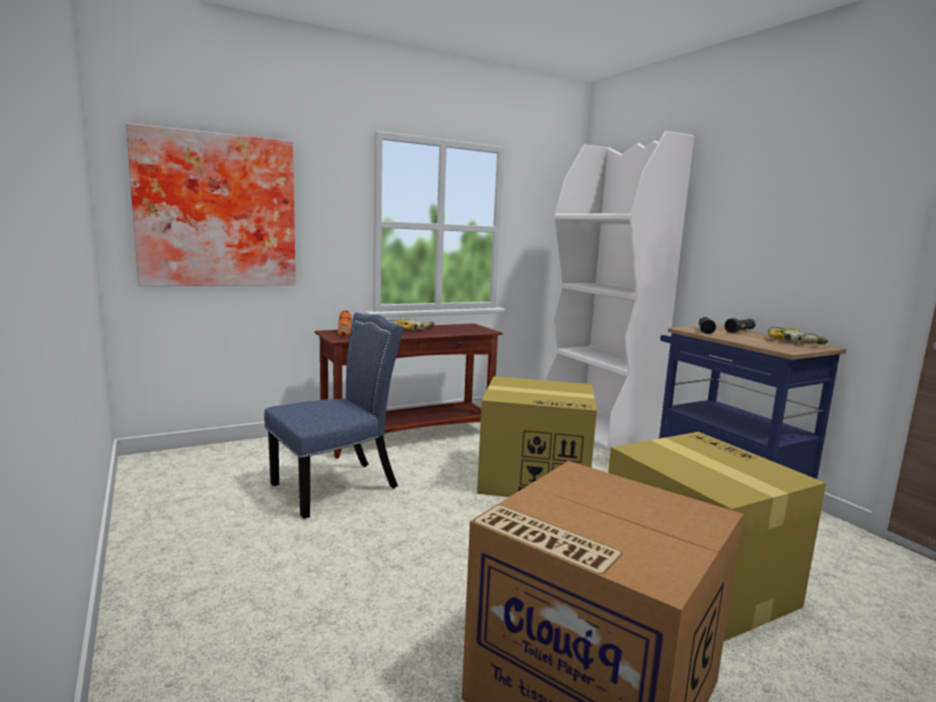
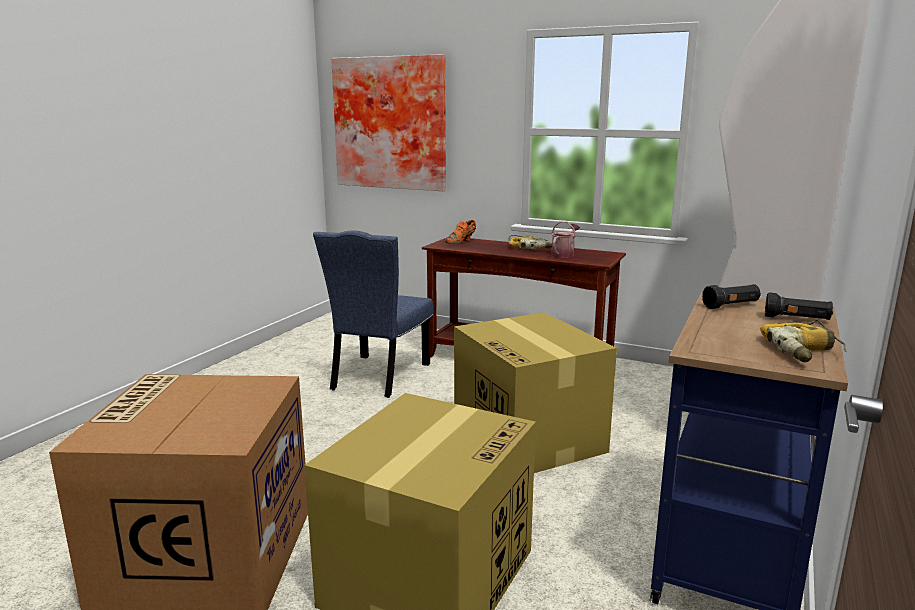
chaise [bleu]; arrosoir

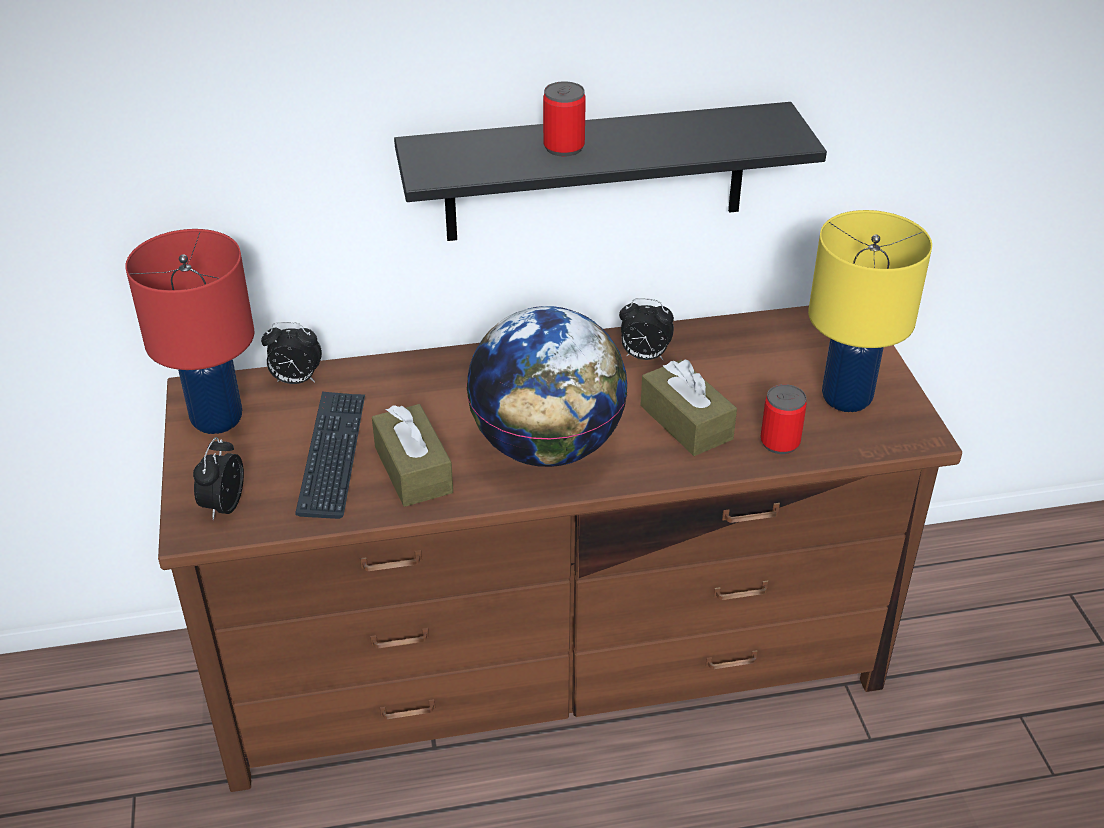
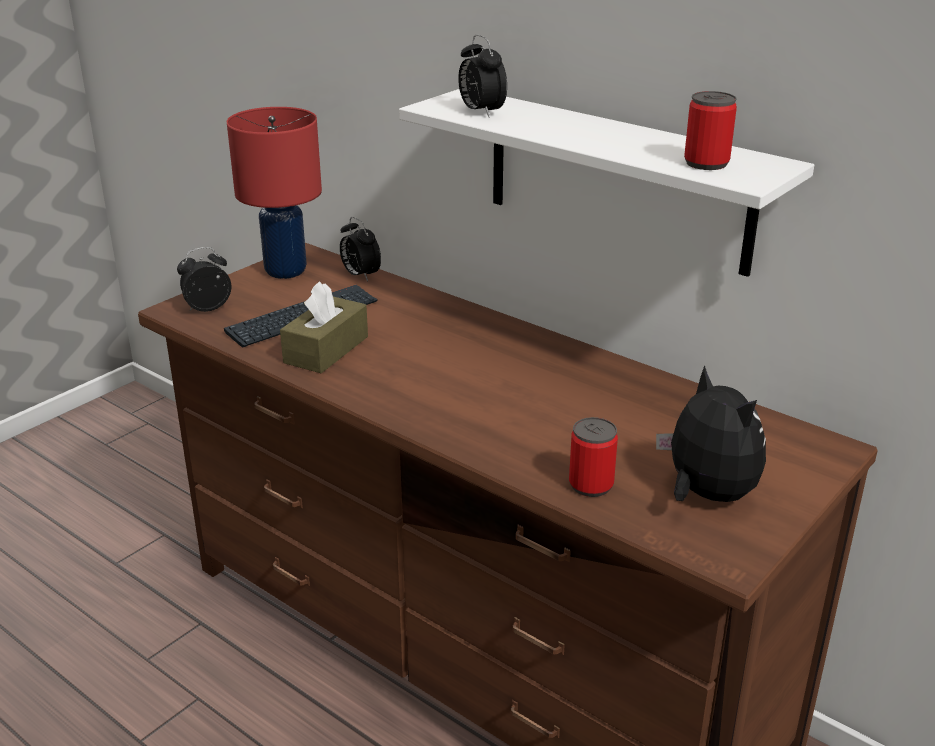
étagère [blanc]; réveil (no. 3 from left); peluche; boîte métallique (no. 2 from left); globe; boîte à mouchoirs [marron] (no. 2 from left in the first image)

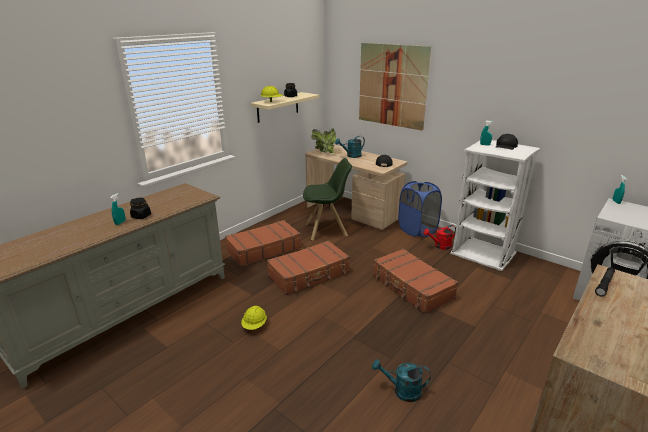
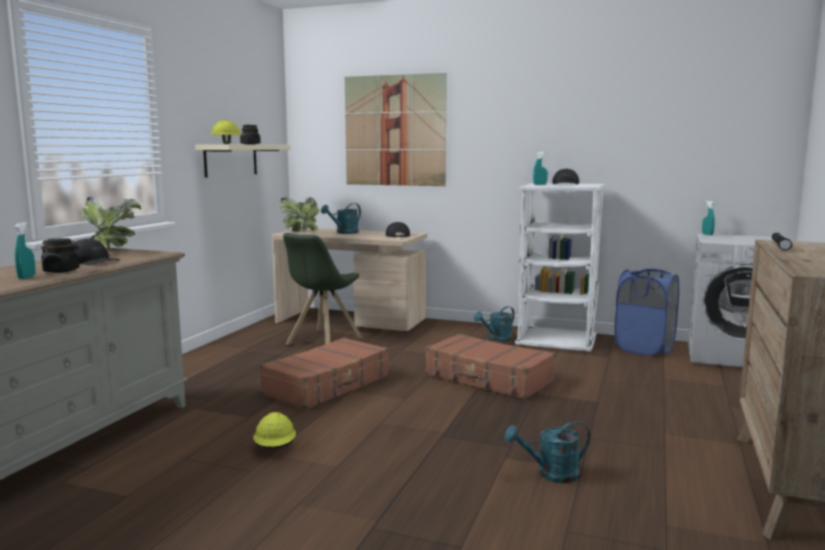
casquette [noir] (no. 1 from left); plante en pot (no. 1 from left); chaise [vert]; arrosoir [turquoise] (no. 2 from left); panier à linge [bleu]; valise [marron] (no. 1 from left in the first image)

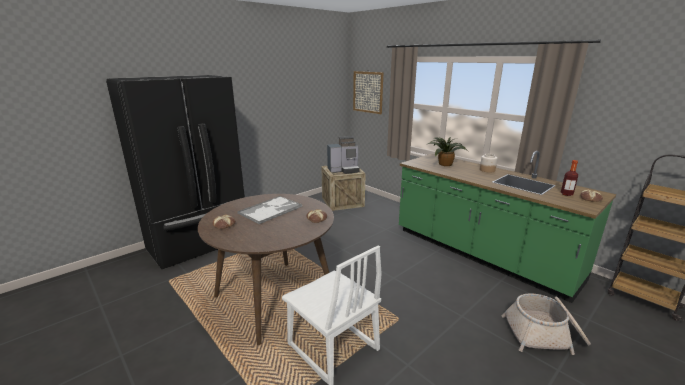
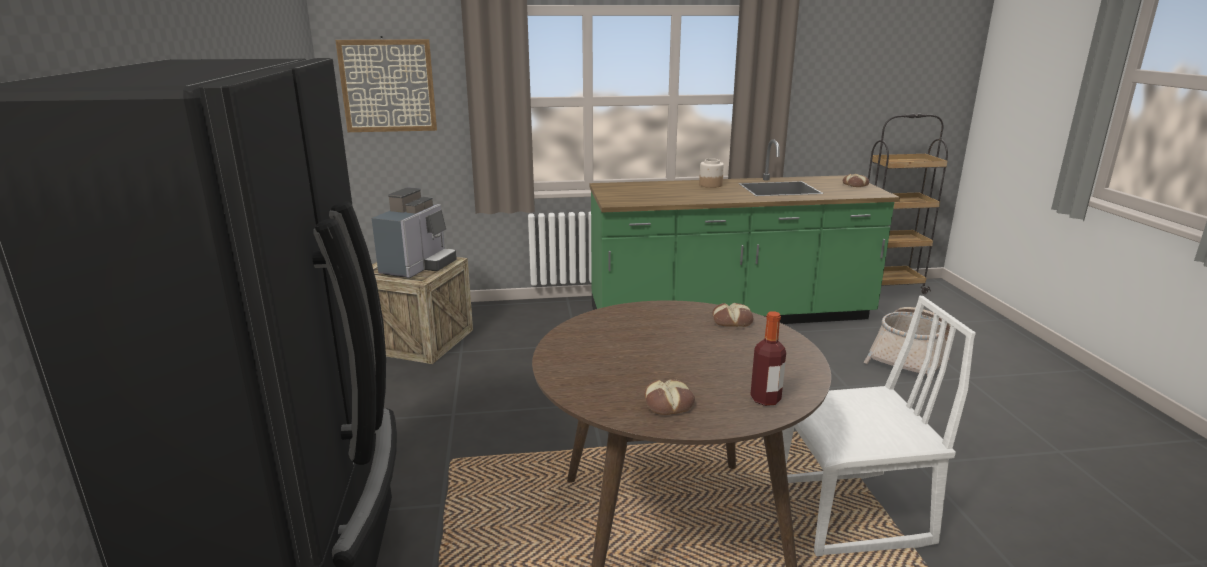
bouteille; plateau; plante en pot

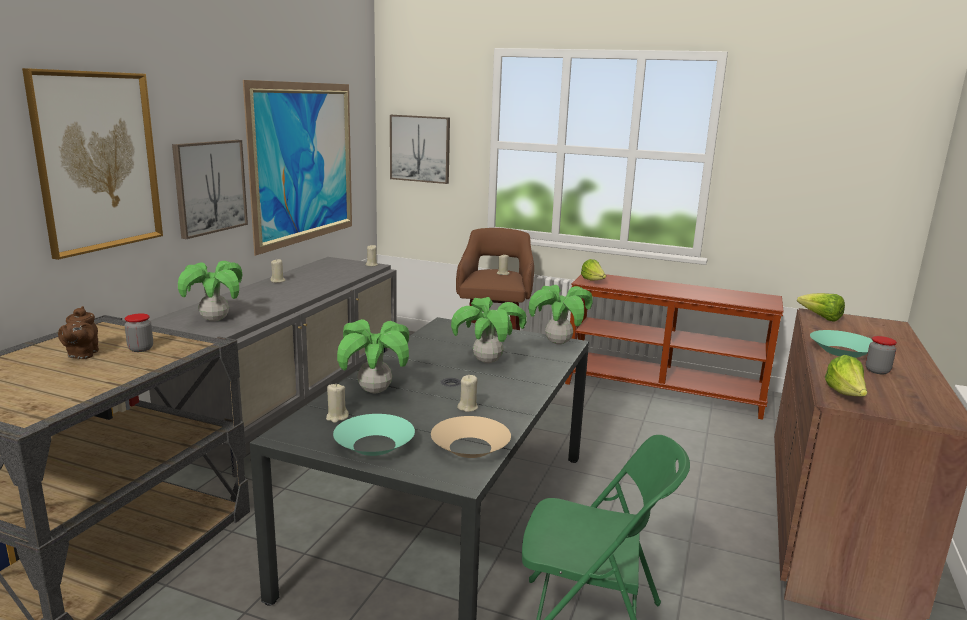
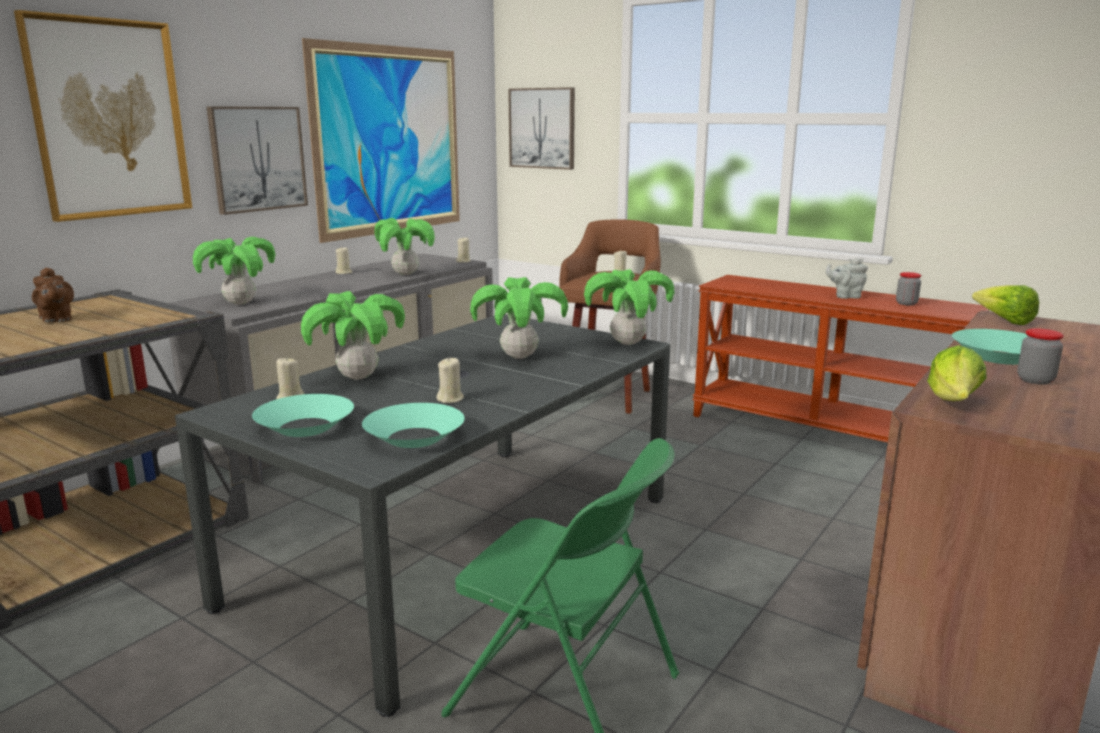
théière [marron]; bol [turquoise] (no. 2 from left); plante en pot (no. 3 from left); théière [gris]; bocal (no. 1 from left); laitue (no. 1 from left in the first image)

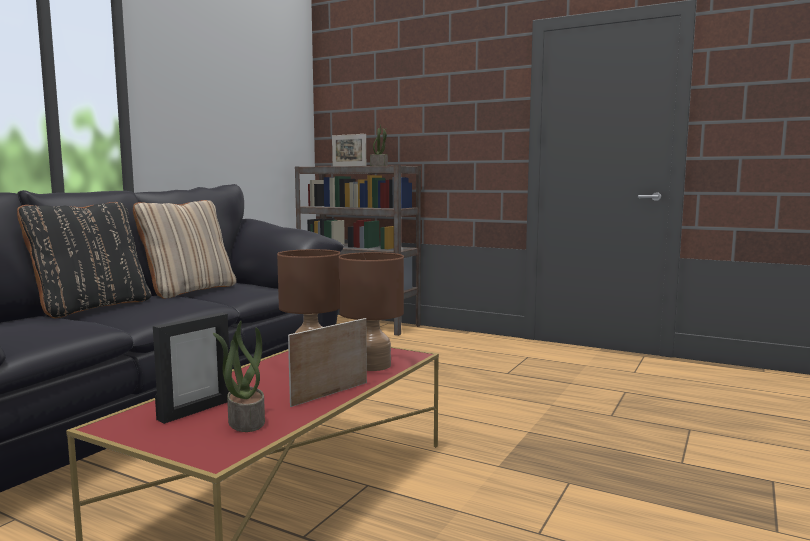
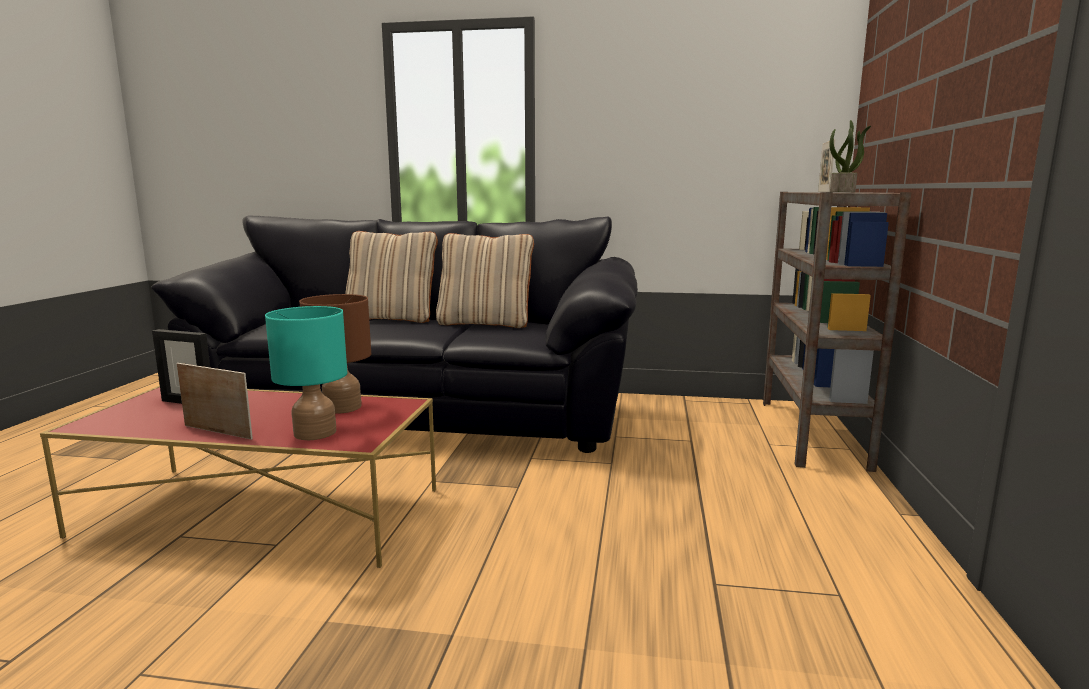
lampe de table [turquoise]; coussin [beige] (no. 1 from left); plante en pot (no. 1 from left in the first image)

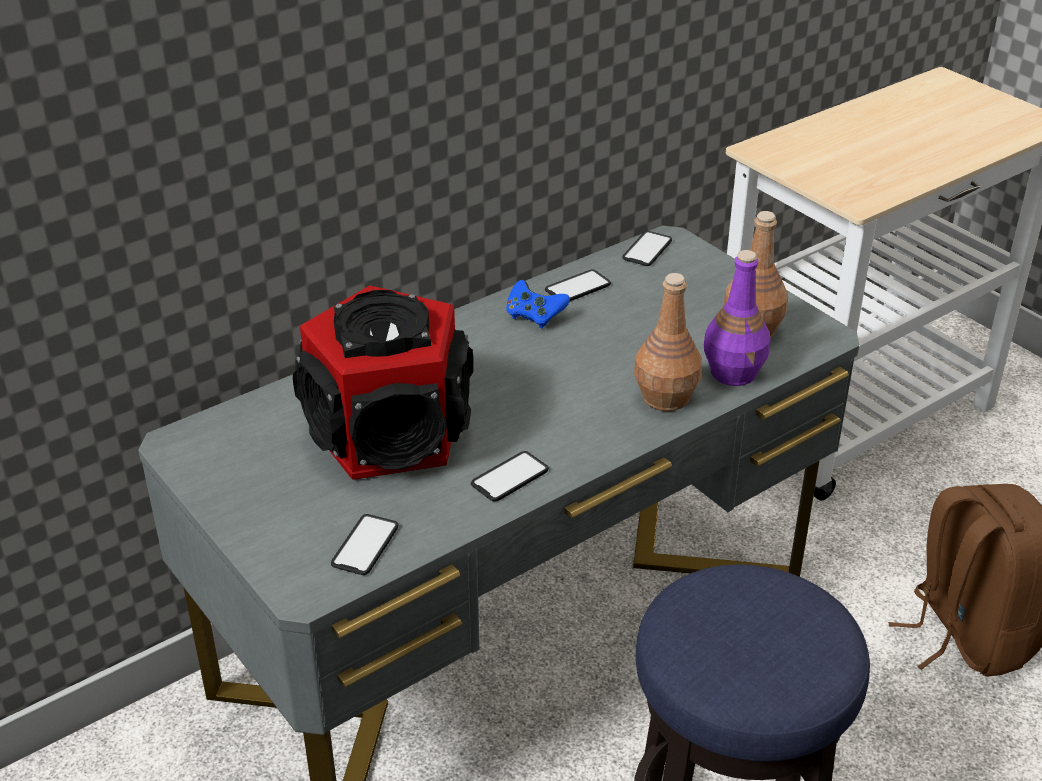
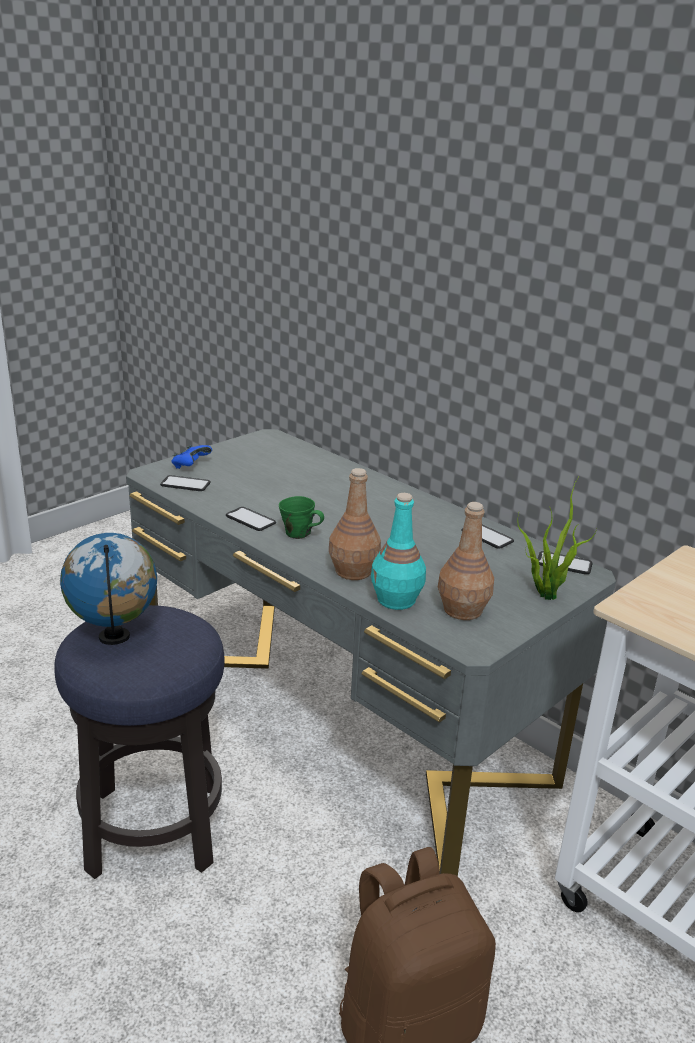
globe; manette [bleu]; mug [vert]; bouteille [turquoise]; plante en pot; enceinte

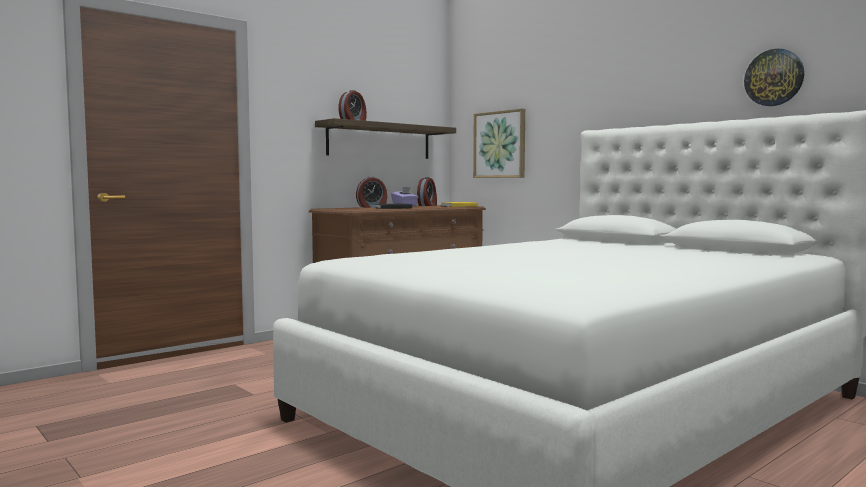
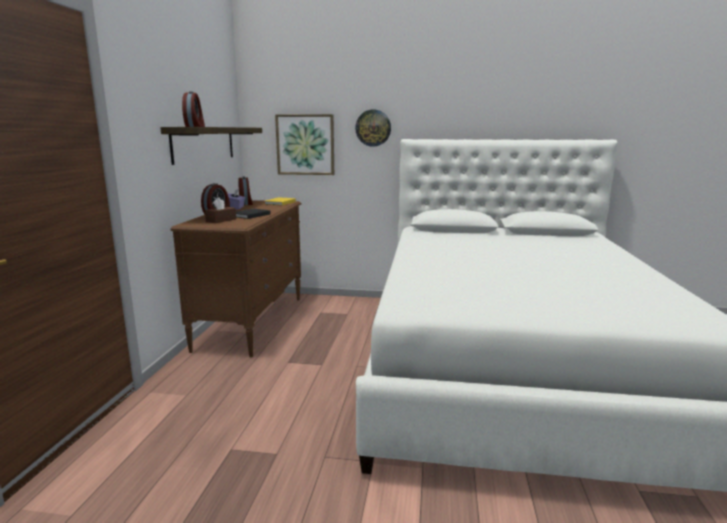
boîte à mouchoirs [marron]; horloge murale

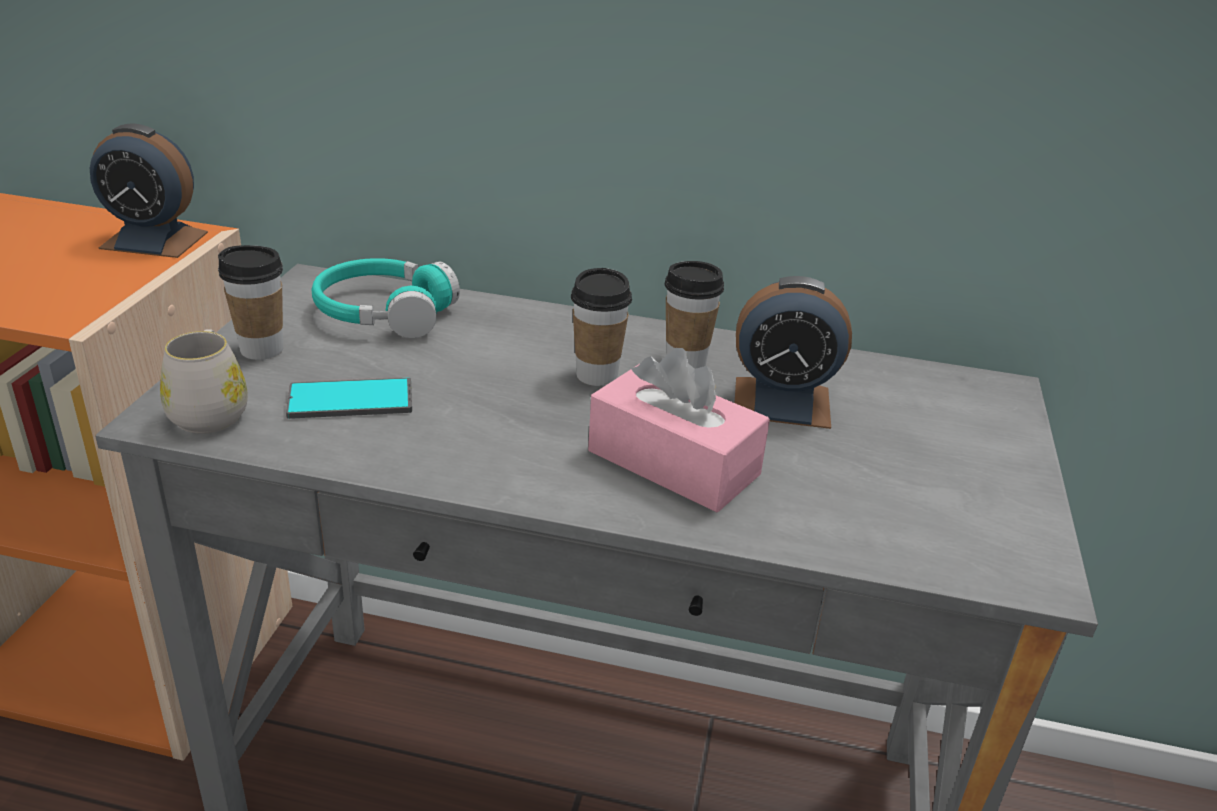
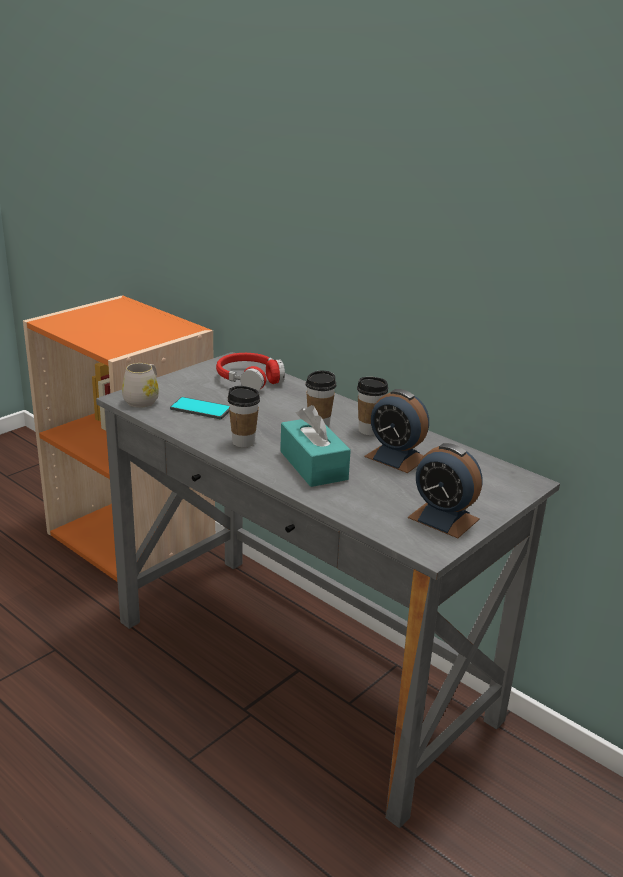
casque audio [rouge]; tasse (no. 1 from left); boîte à mouchoirs [turquoise]; réveil (no. 2 from left)

